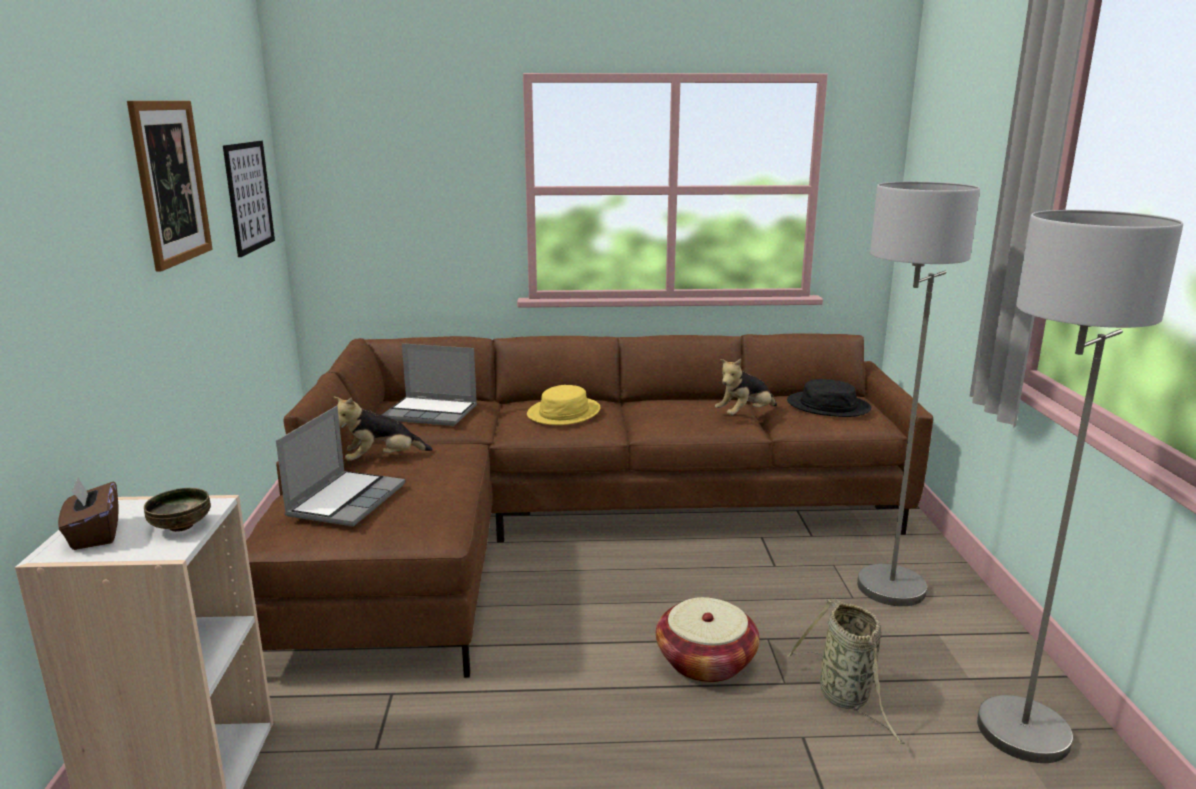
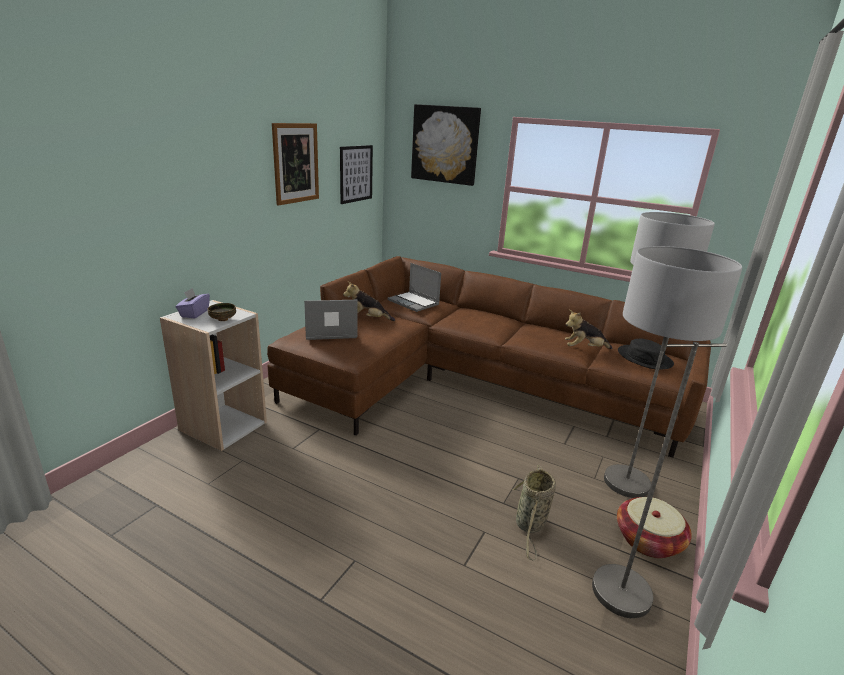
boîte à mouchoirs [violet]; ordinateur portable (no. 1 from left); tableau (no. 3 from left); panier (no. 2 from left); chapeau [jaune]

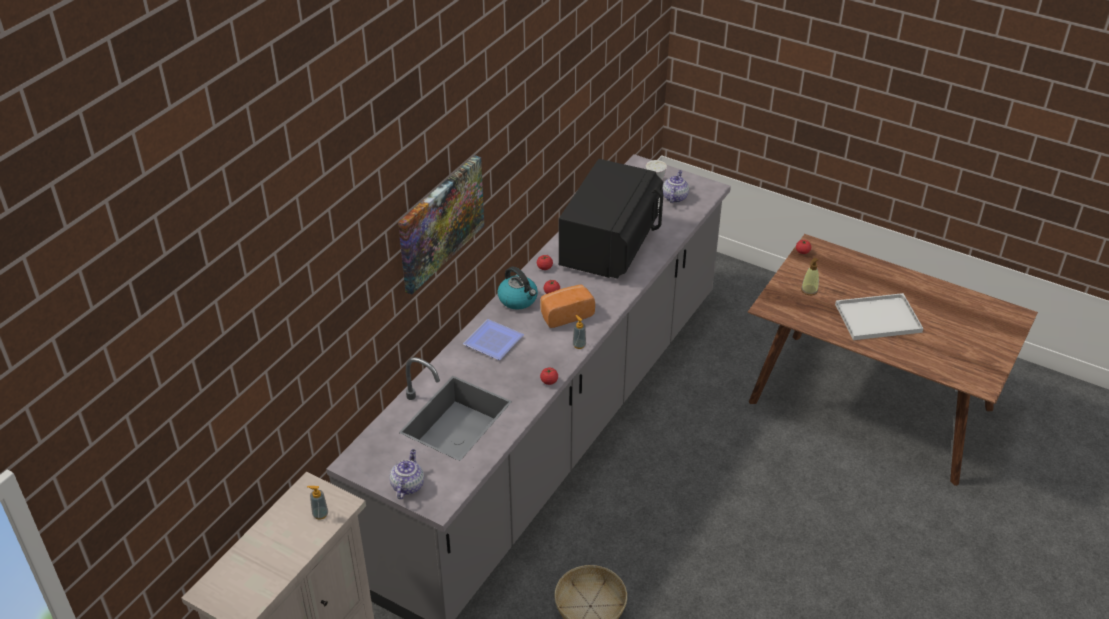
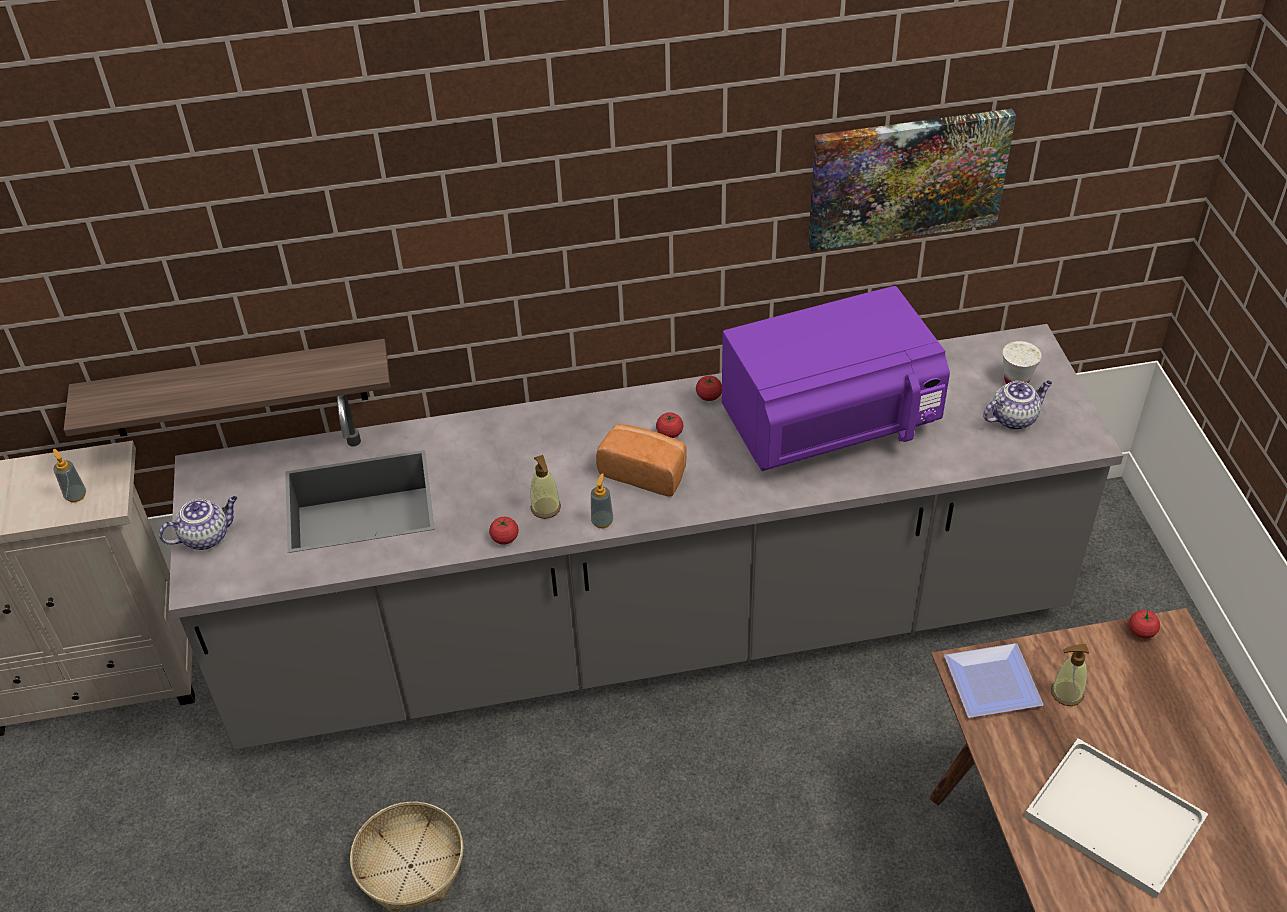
étagère; distributeur de savon (no. 2 from left); micro-ondes [violet]; tableau; assiette; bouilloire

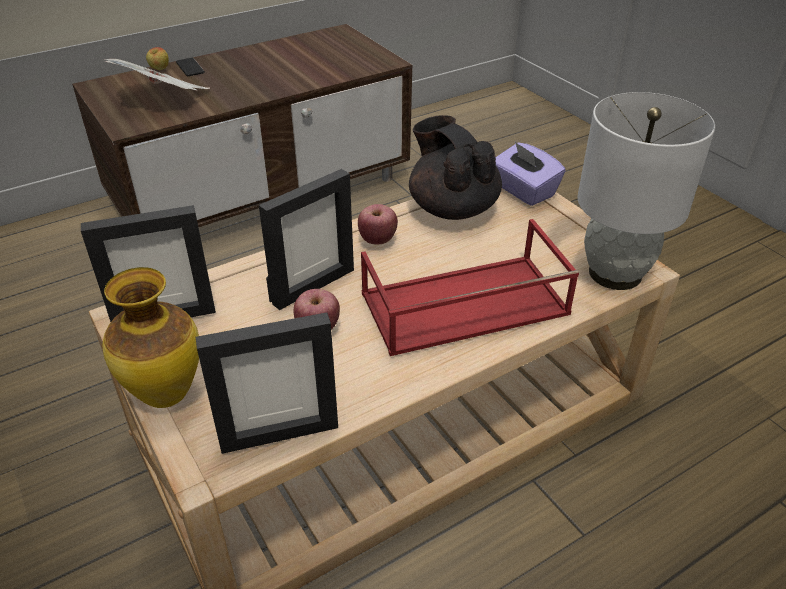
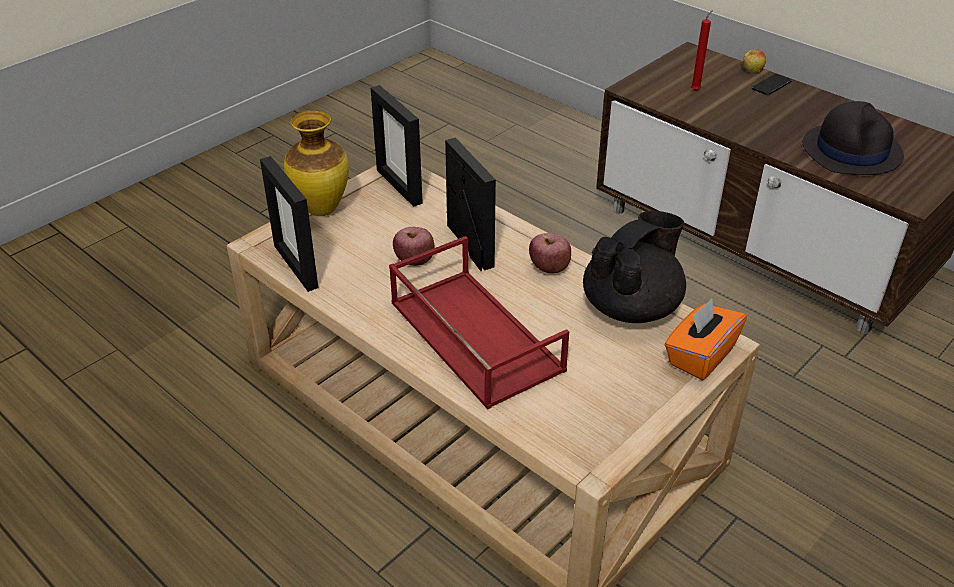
cadre photo (no. 3 from left); boîte à mouchoirs [orange]; bougie [rouge]; chapeau [noir]; lampe de table [blanc]

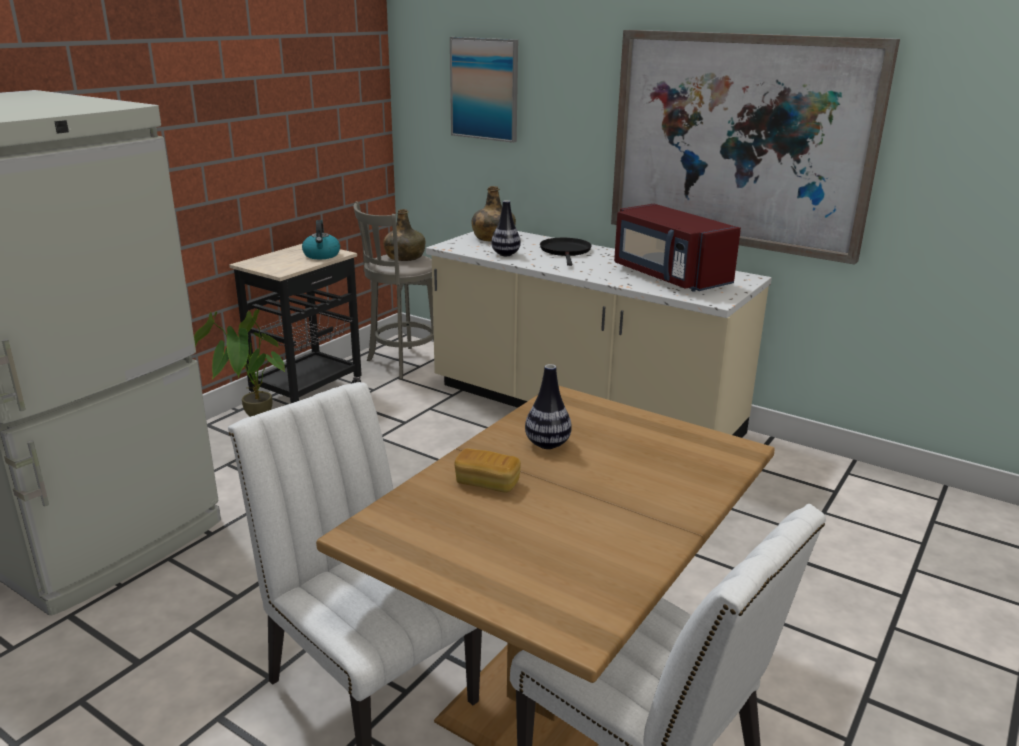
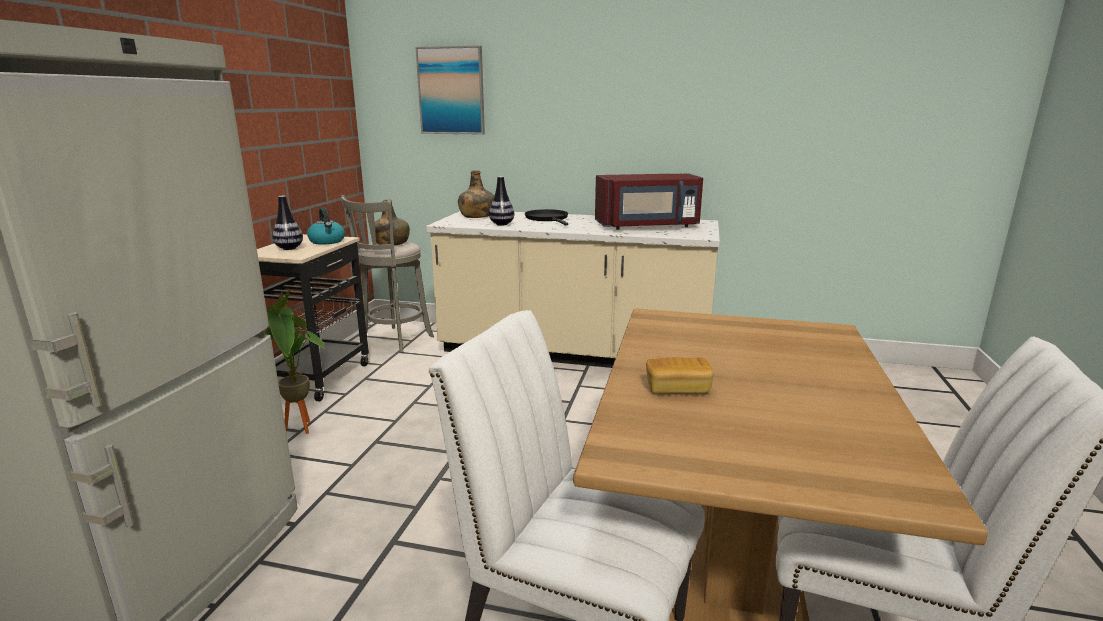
vase (no. 1 from left); micro-ondes [rouge]; tableau (no. 2 from left in the first image)

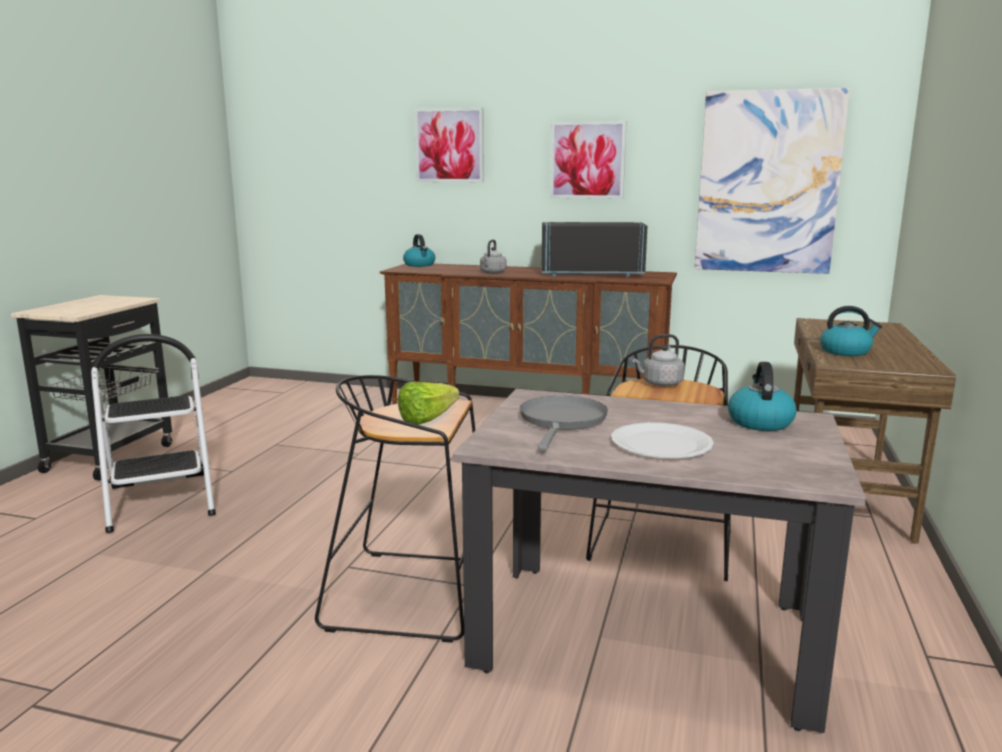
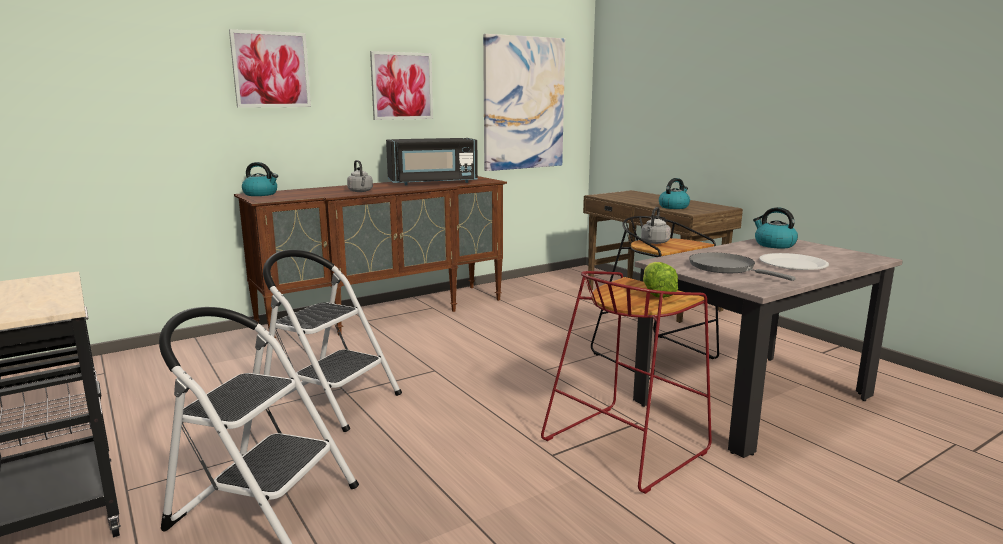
escabeau (no. 2 from left); micro-ondes [noir]; tabouret [rouge]

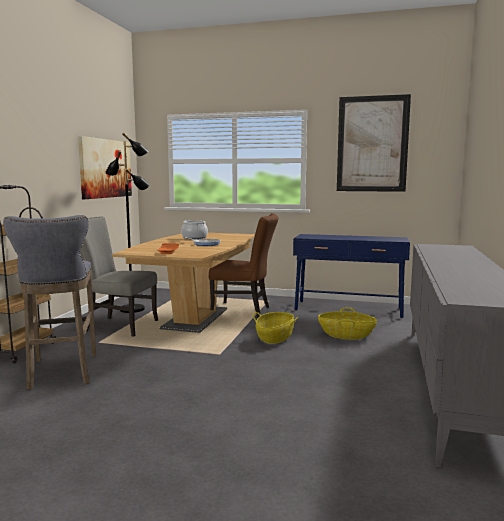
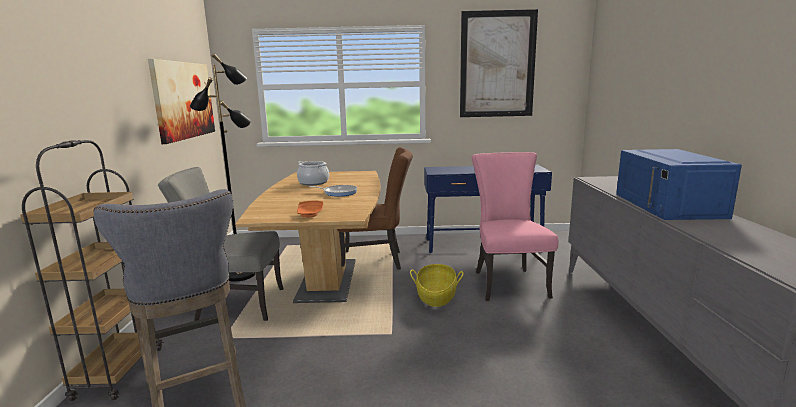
chaise [rose]; micro-ondes [bleu]

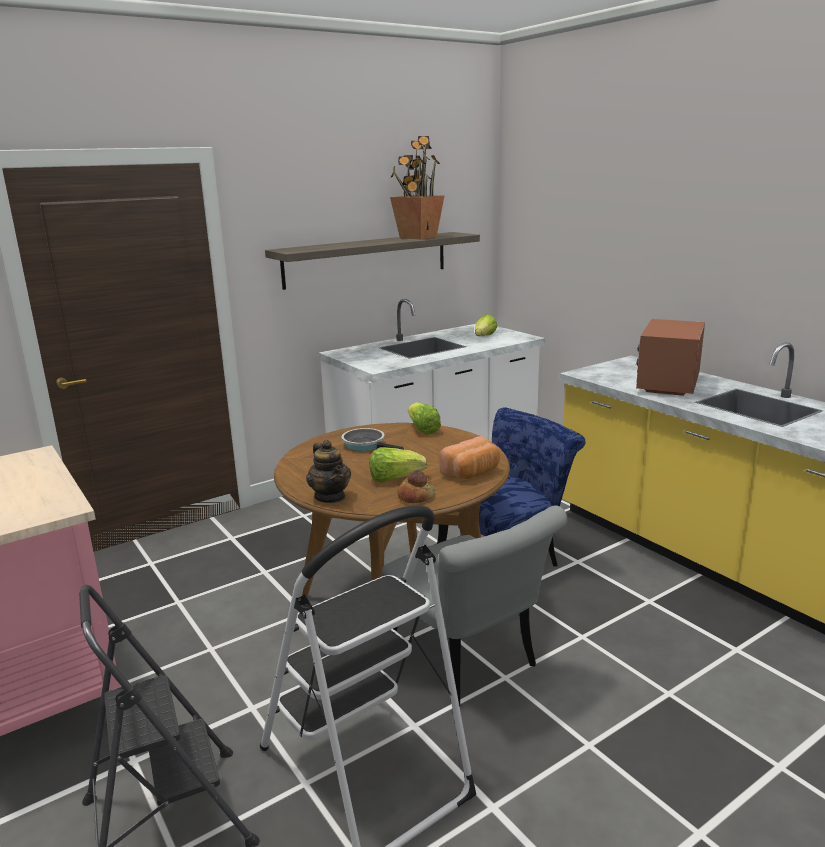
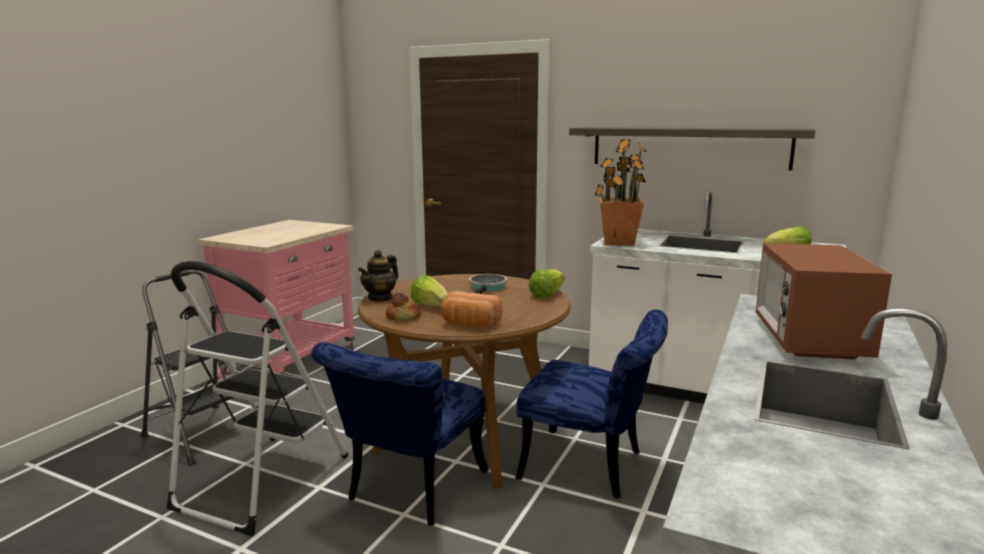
chaise [bleu] (no. 1 from left); plante en pot; micro-ondes

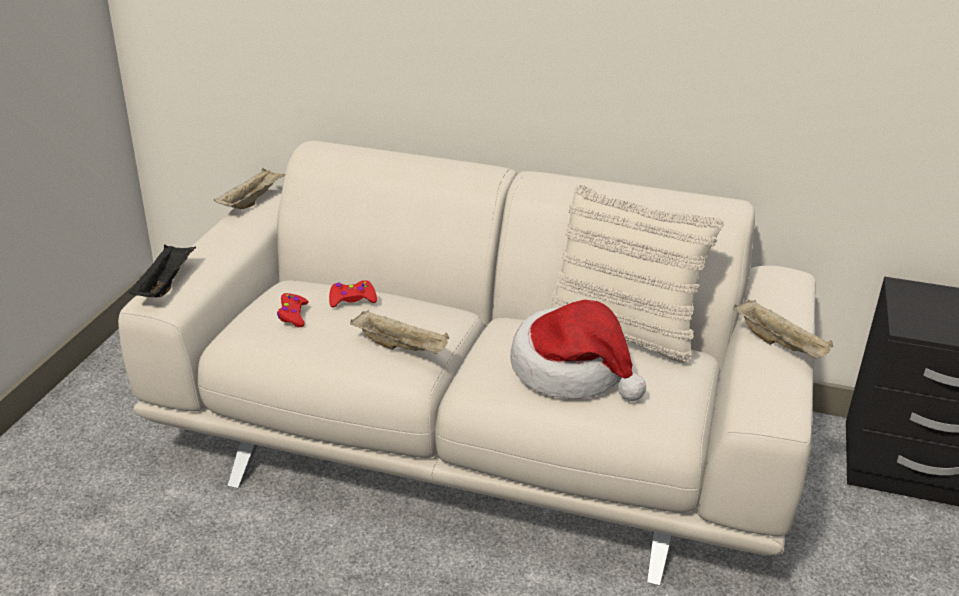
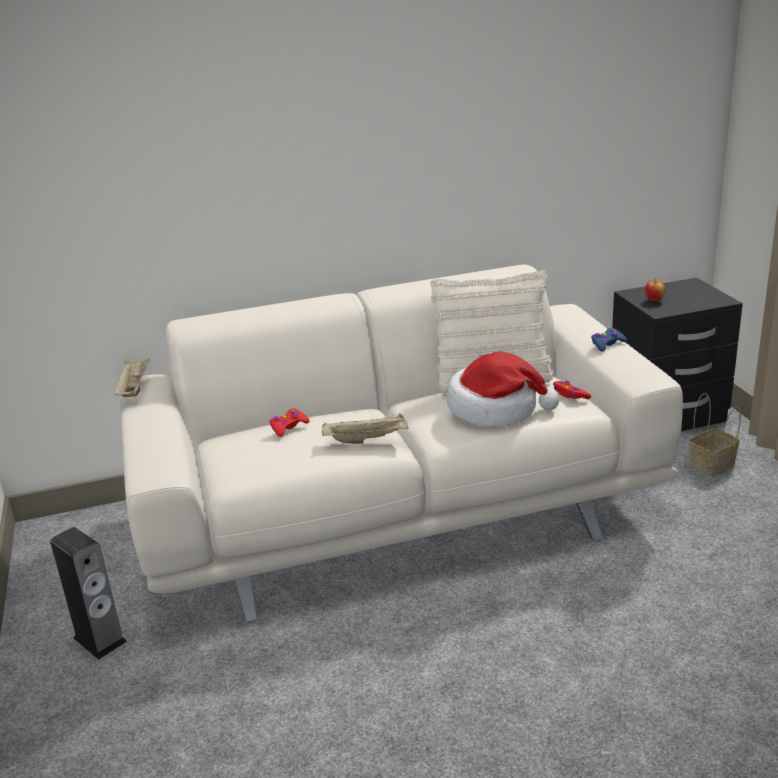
enceinte; manette [rouge] (no. 2 from left); manette [bleu]; pomme; panier; plateau [noir]

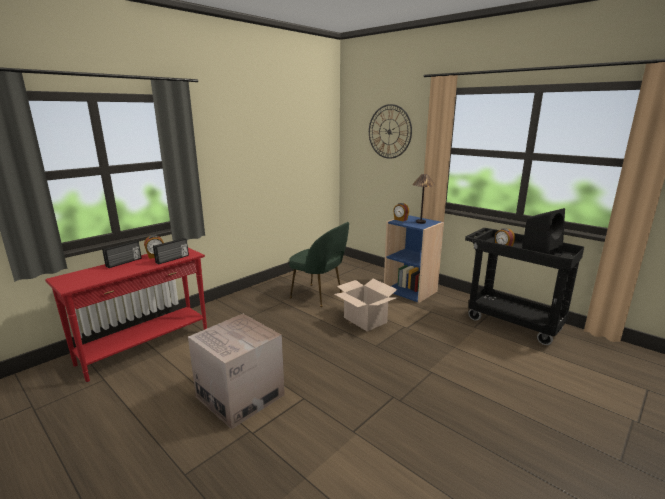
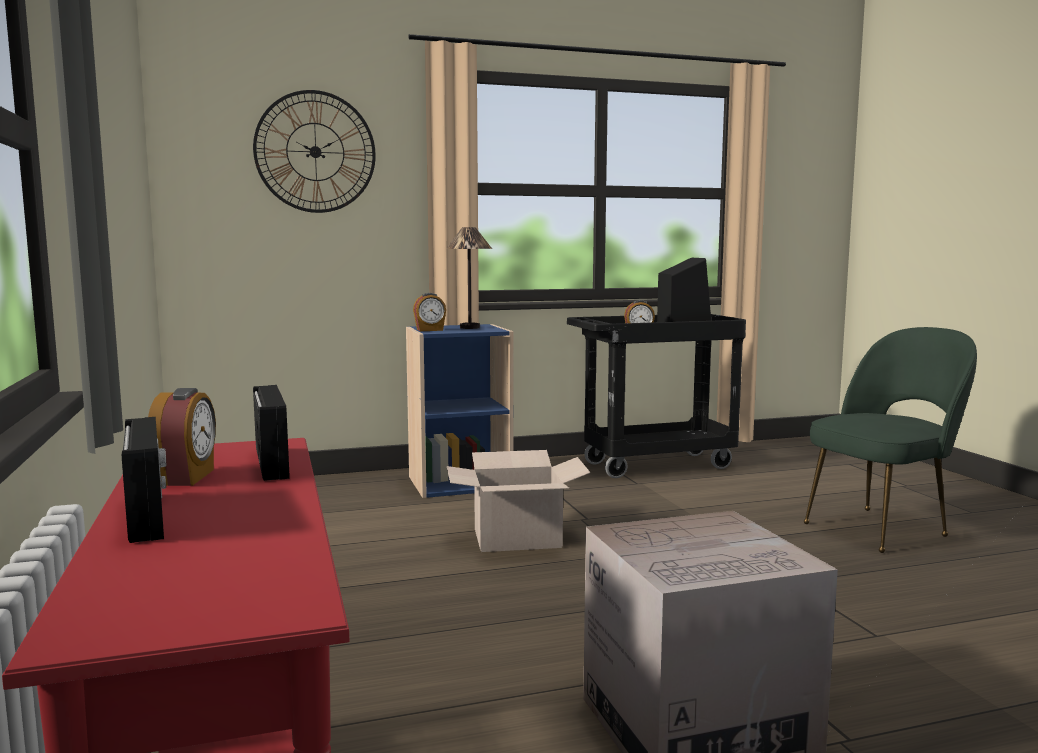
chaise [vert]

